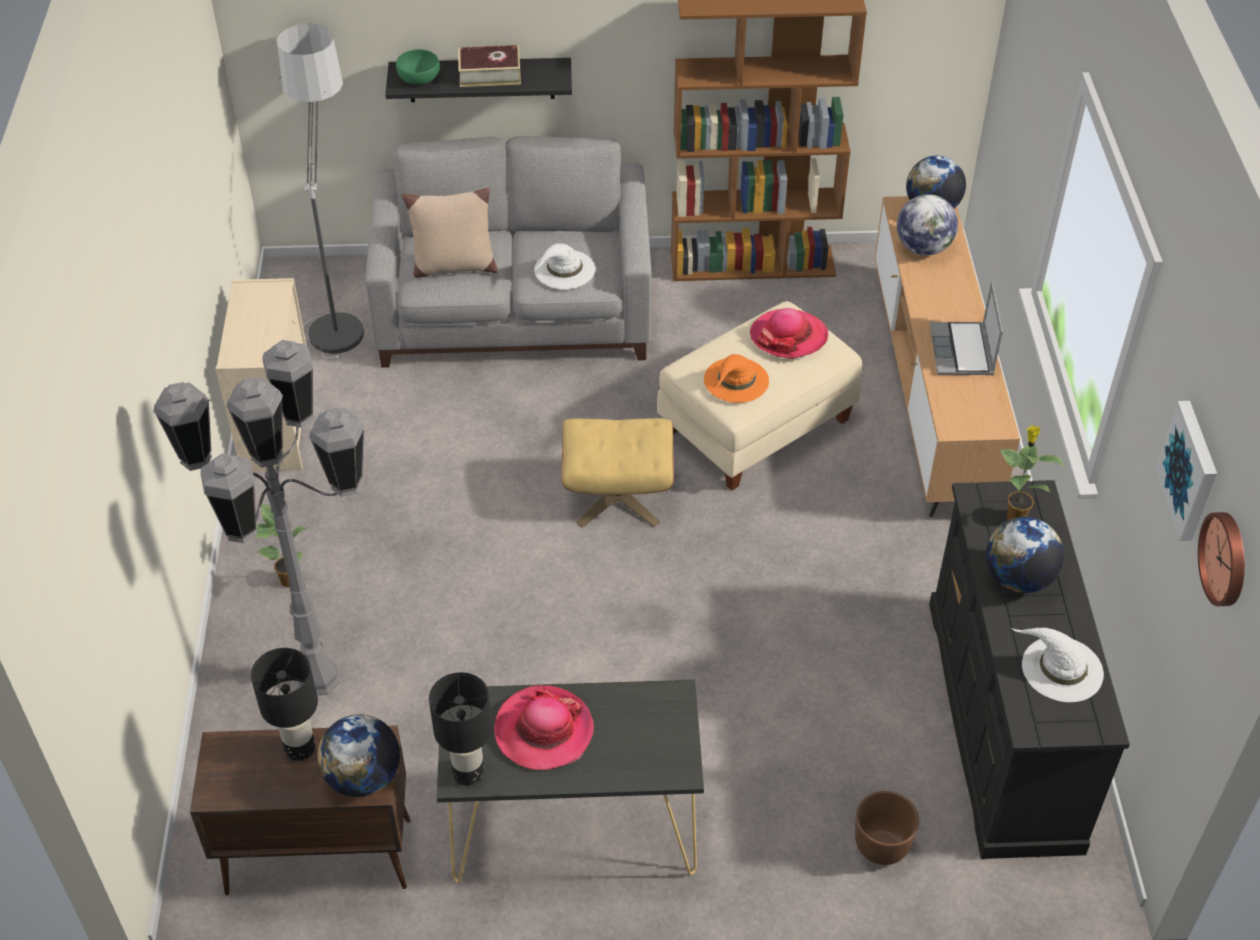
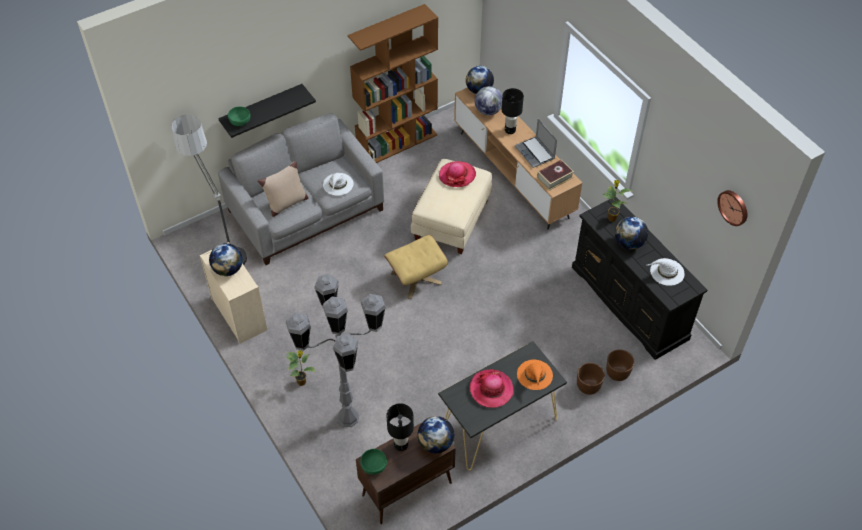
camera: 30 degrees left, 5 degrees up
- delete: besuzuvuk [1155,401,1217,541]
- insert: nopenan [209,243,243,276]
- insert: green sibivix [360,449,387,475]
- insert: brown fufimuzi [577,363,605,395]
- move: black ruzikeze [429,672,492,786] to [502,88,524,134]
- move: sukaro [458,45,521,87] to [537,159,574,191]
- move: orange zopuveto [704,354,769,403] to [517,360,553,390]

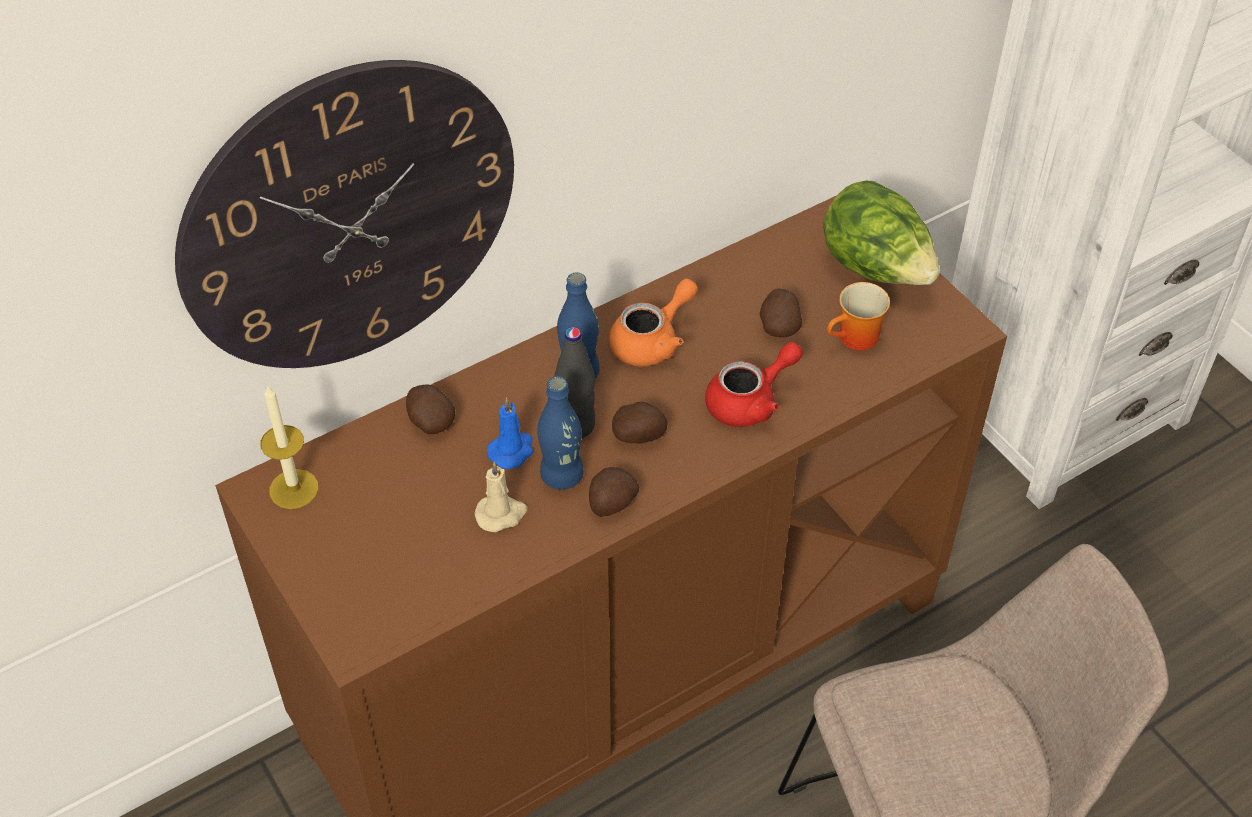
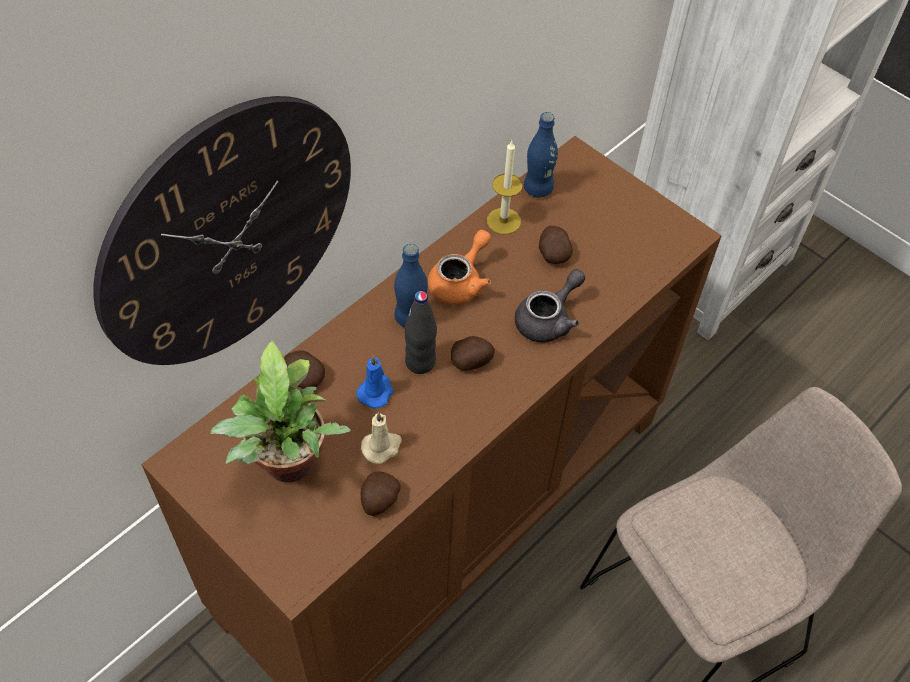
camera: 15 degrees left, 5 degrees up
- delete: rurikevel [823,181,940,285]
- delete: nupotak [827,282,890,351]
- insert: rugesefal [210,340,350,482]
- move: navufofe [260,384,319,509] to [487,141,523,234]
- move: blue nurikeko [537,376,584,490] to [524,112,558,198]
- move: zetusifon [589,467,639,517] to [361,472,401,516]
- recolor: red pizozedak [705,342,803,427] to grey pizozedak [515,269,585,343]

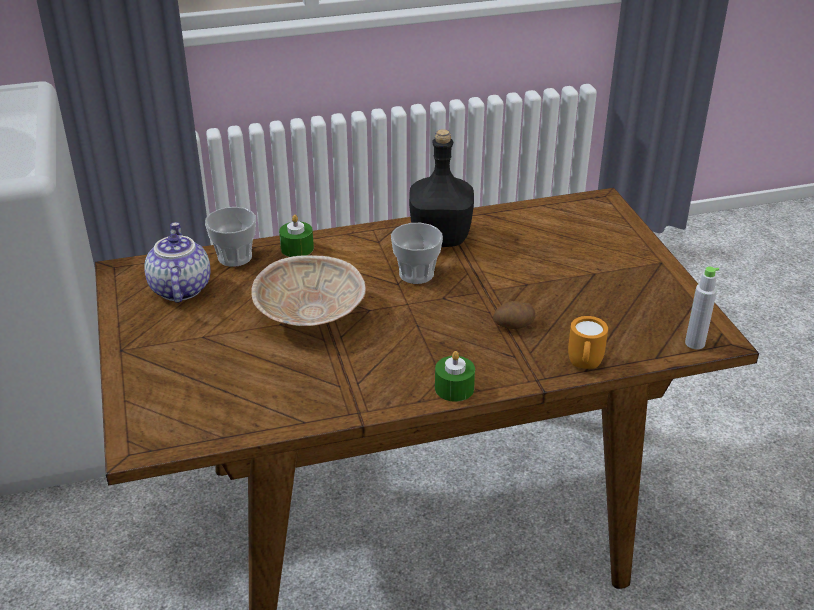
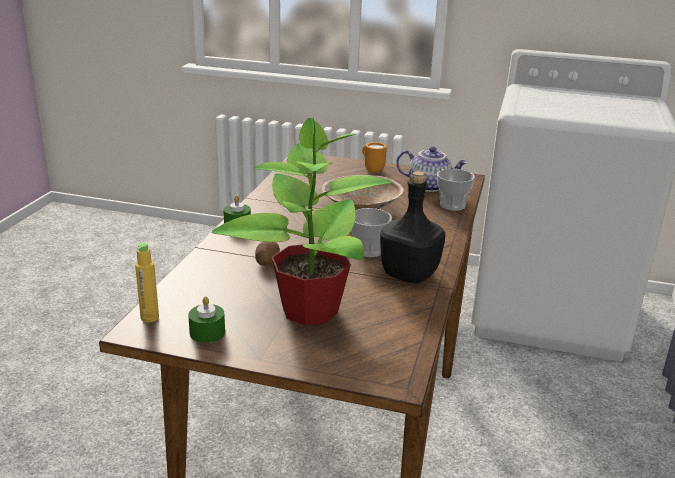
camera: 120 degrees right, 10 degrees down
- insert: rugesefal [212,118,392,325]
- move: green navufofe [279,214,314,257] to [188,297,225,343]
- move: orange nupotak [568,316,608,369] to [362,142,387,173]
- recolor: grey nurikeko [685,267,720,349] to yellow nurikeko [135,243,159,322]

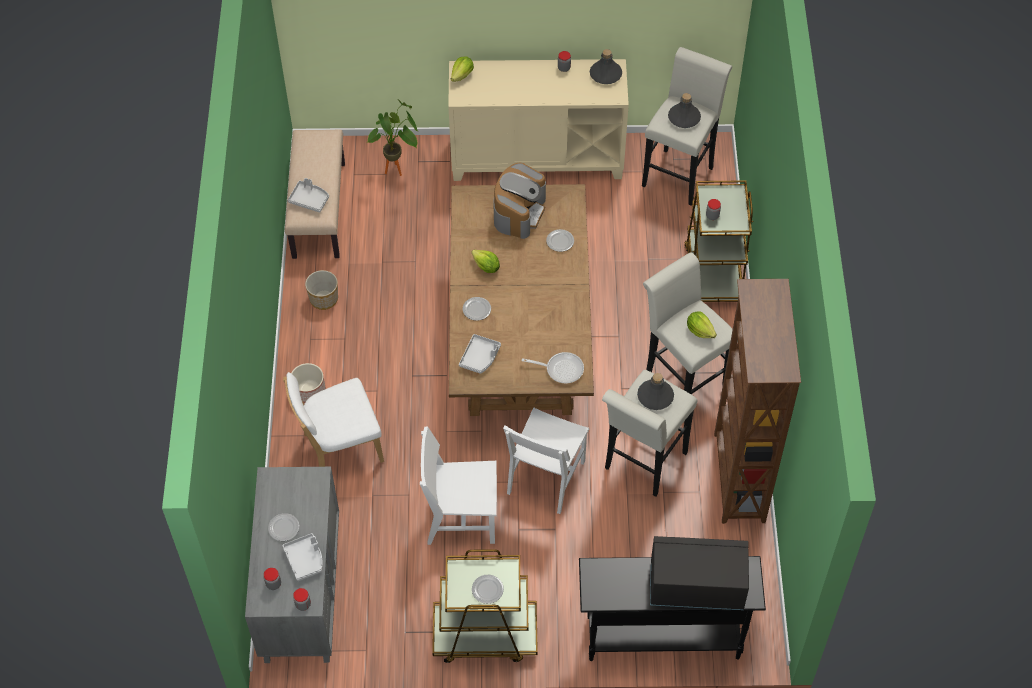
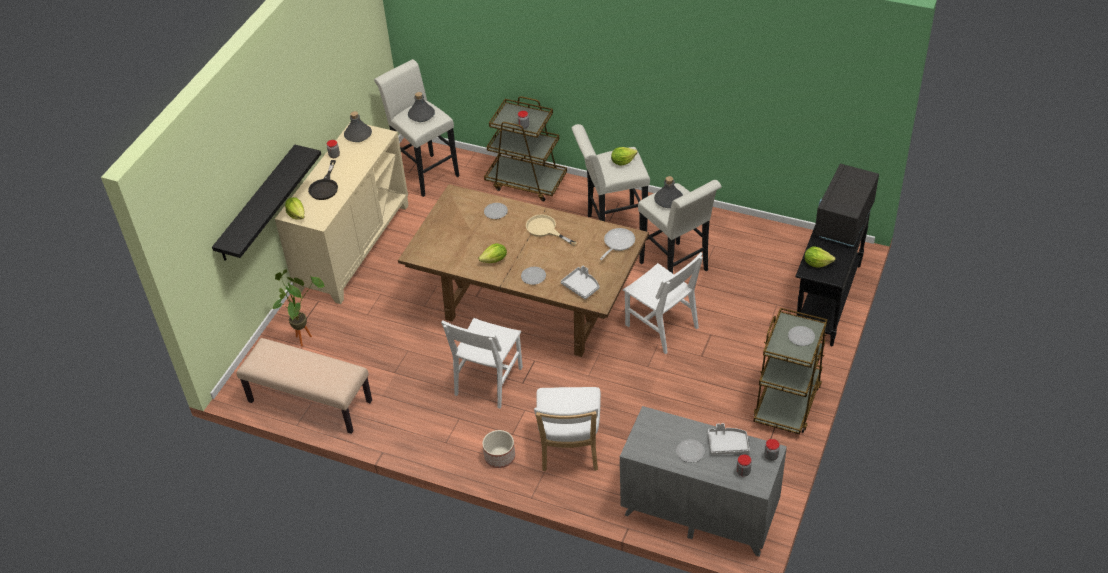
camera: 65 degrees left, 10 degrees down
- delete: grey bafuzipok [287,178,329,213]
- delete: fufimuzi [305,270,338,310]
- delete: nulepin [493,163,546,239]
- delete: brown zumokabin [714,279,801,524]
- insert: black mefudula [212,145,321,261]
- insert: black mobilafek [308,160,338,200]
- insert: beige mobilafek [526,214,577,246]
- insert: rurikevel [804,247,835,268]
- move: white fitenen [420,427,497,545] to [441,318,523,408]

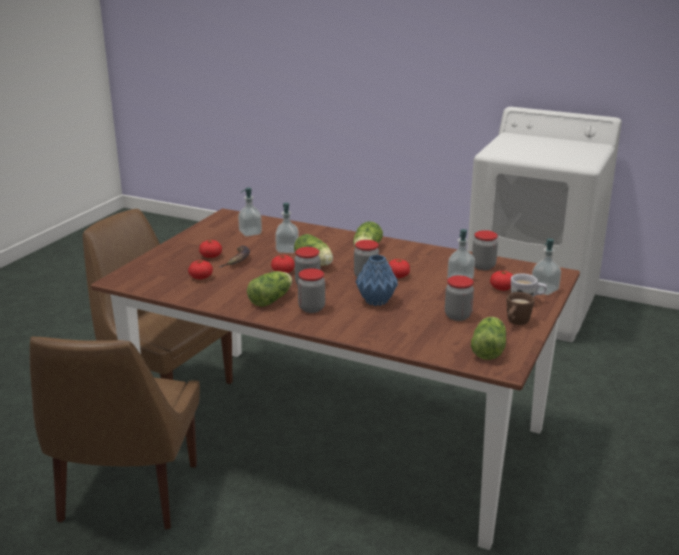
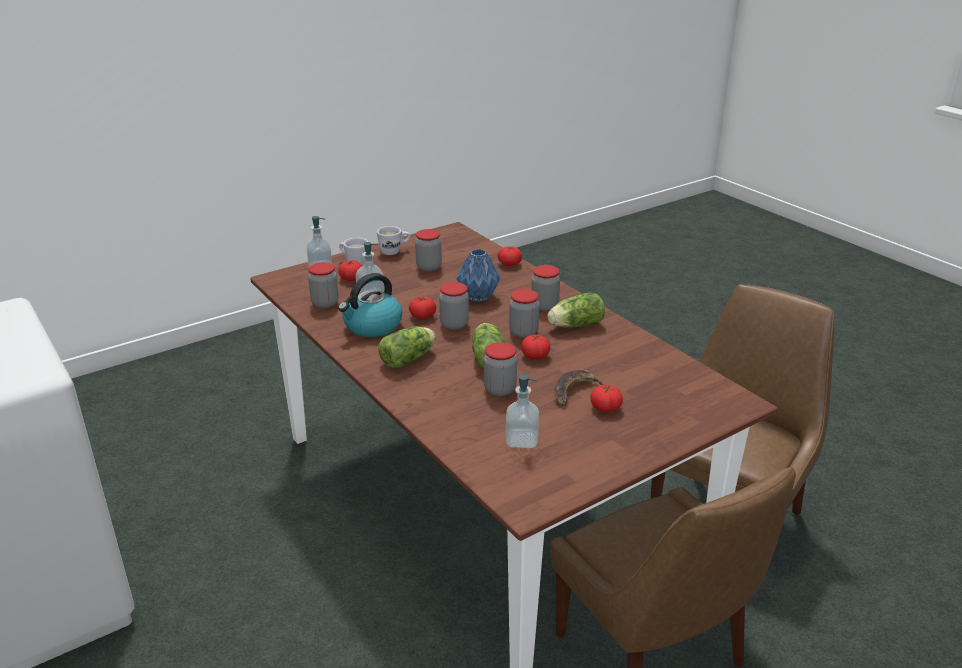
camera: 150 degrees left, 5 degrees up
- delete: rurikevel [471,317,506,360]
- insert: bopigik [338,273,402,337]
- move: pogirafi [188,260,213,279] to [498,246,522,266]
- replace: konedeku [275,203,299,253] to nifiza [484,342,517,396]
- recolor: brown nupotak [506,292,535,325] to white nupotak [377,226,410,255]

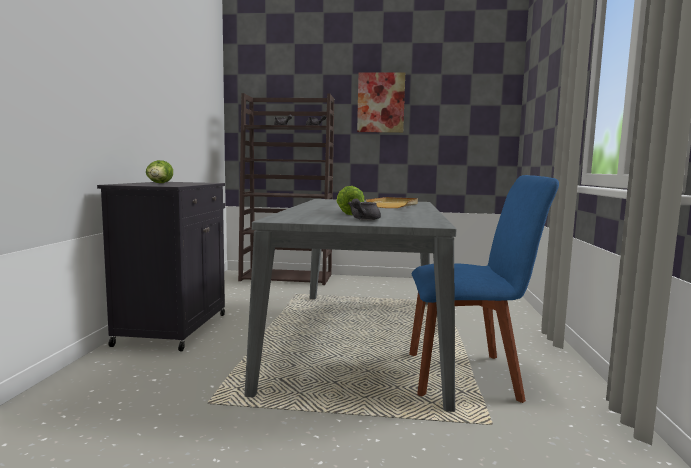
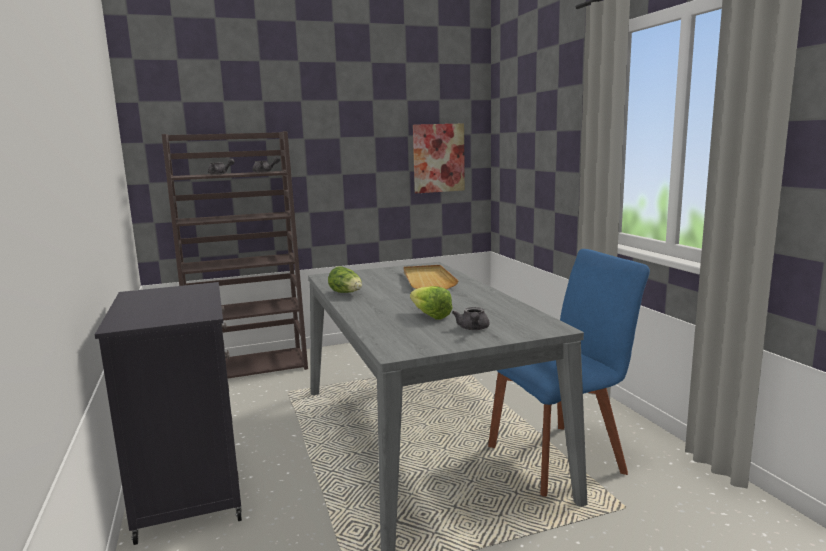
camera: 25 degrees left, 5 degrees up
- move: rurikevel [146,160,173,183] to [328,266,362,293]
- move: besuzuvuk [357,72,405,133] to [413,123,465,193]

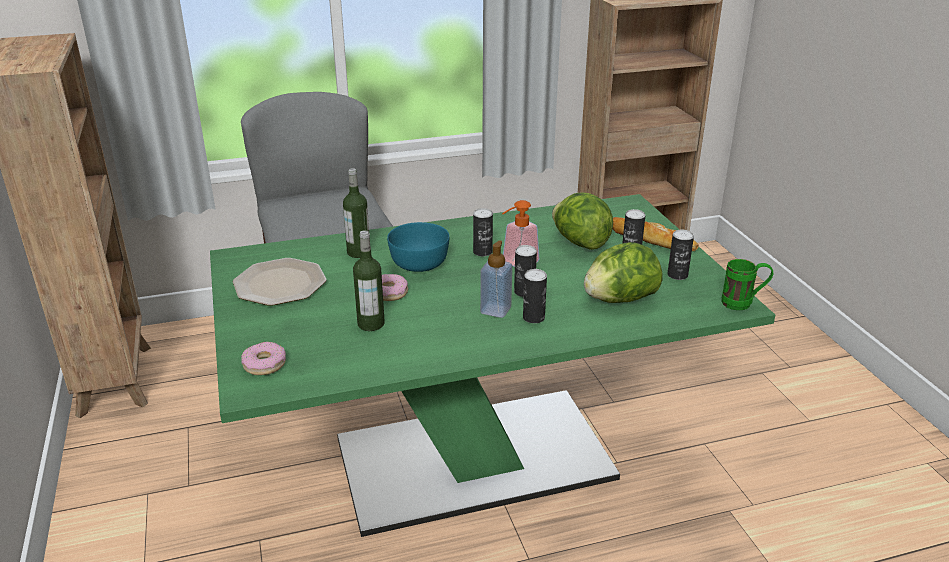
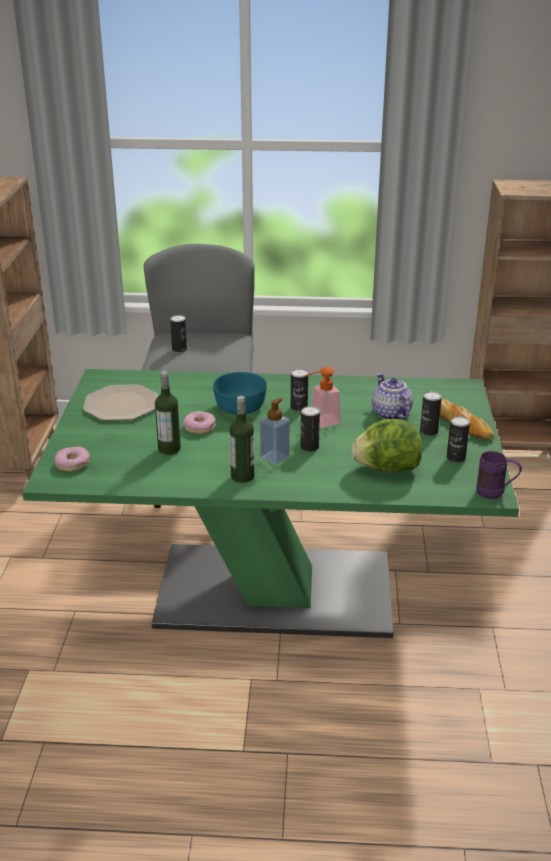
camera: 20 degrees right, 0 degrees up
- move: nurikeko [343,168,370,258] to [230,396,254,483]
- move: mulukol [523,269,547,323] to [170,315,187,352]
- replace: rurikevel [552,193,613,250] to pizozedak [372,373,413,419]
- recolor: green nupotak [721,259,773,310] to purple nupotak [476,451,522,499]

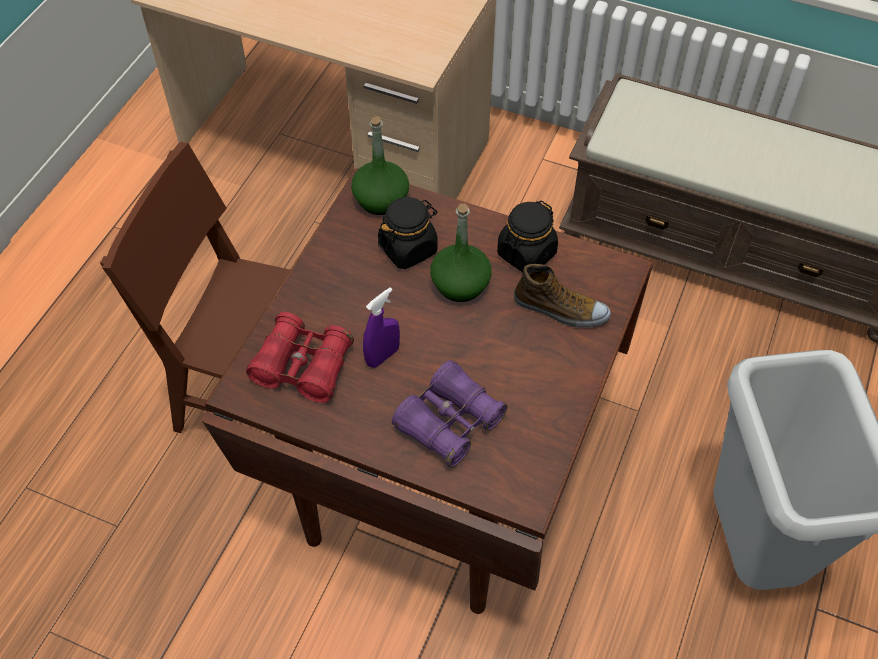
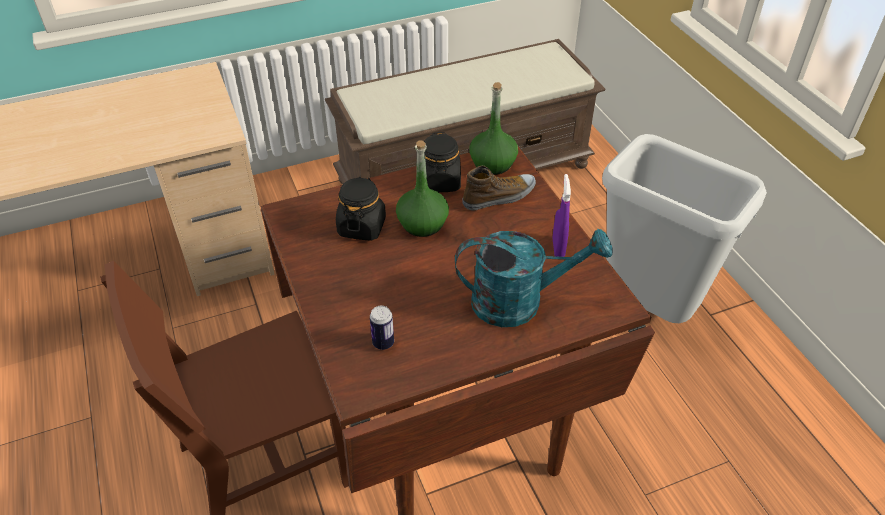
camera: 45 degrees left, 10 degrees down
- move: green nurikeko [351,116,409,215] to [469,82,518,175]
- move: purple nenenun [363,287,400,368] to [553,174,571,257]
- replace: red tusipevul [246,312,354,403] to mulukol [370,306,394,350]
- replace: purple tusipevul [392,360,508,468] to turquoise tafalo [455,229,613,327]

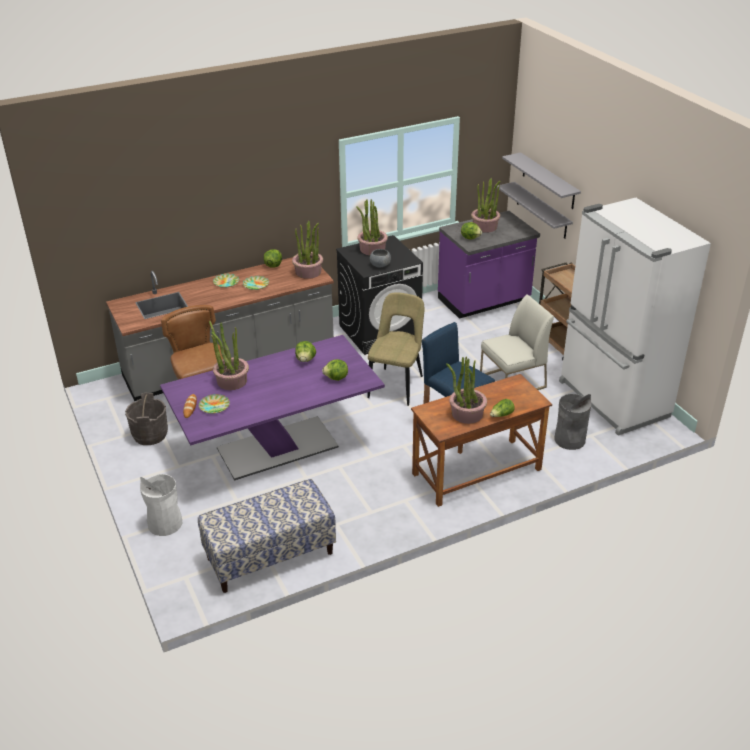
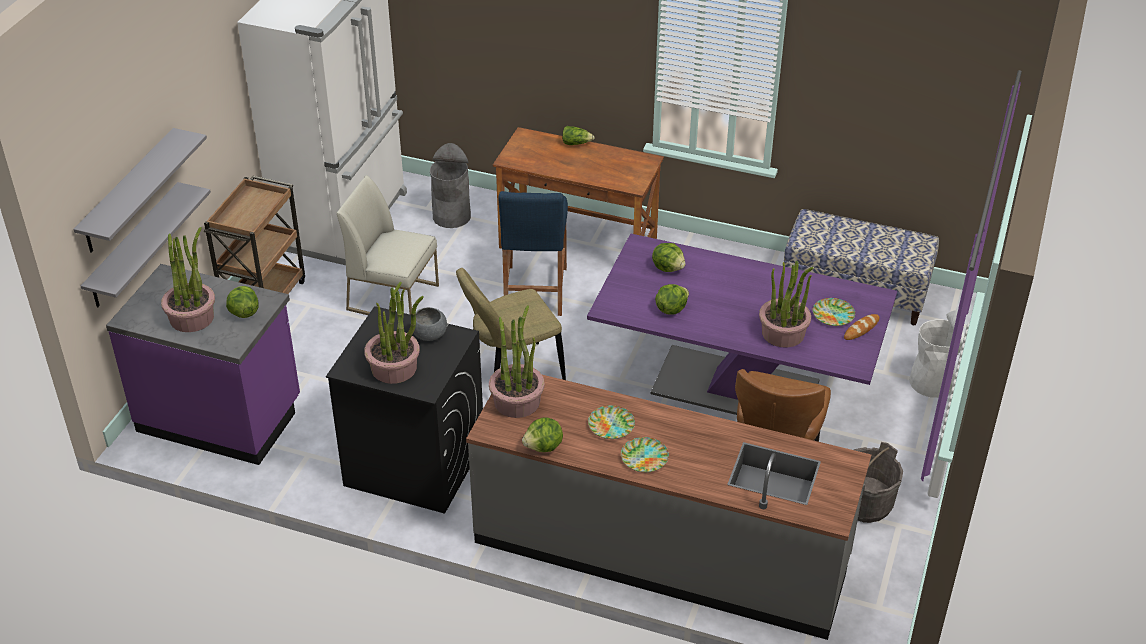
camera: 135 degrees left, 5 degrees up
- delete: rugesefal [446,356,487,424]

